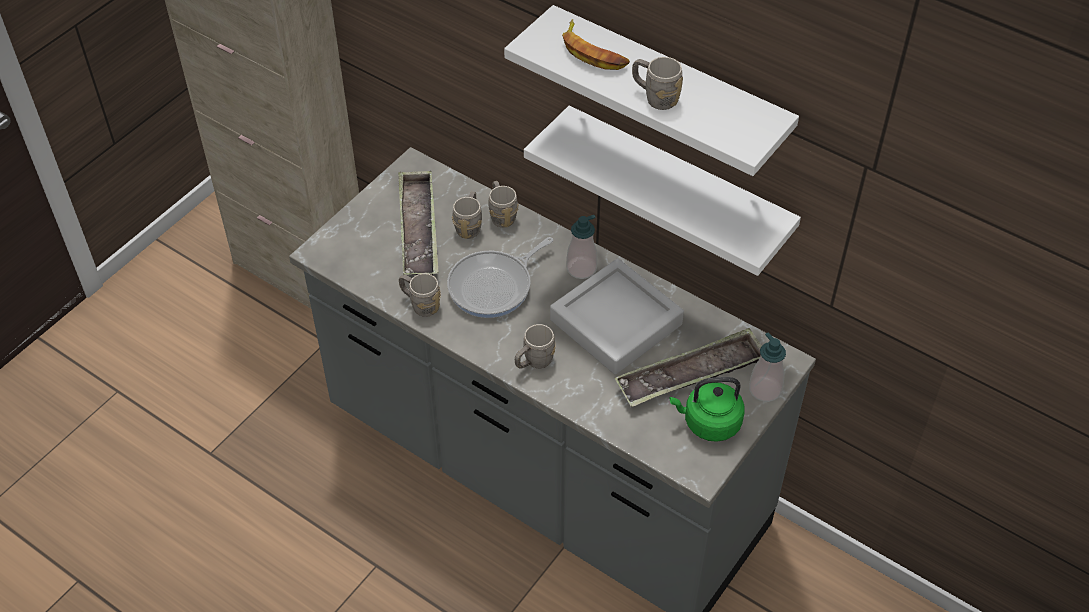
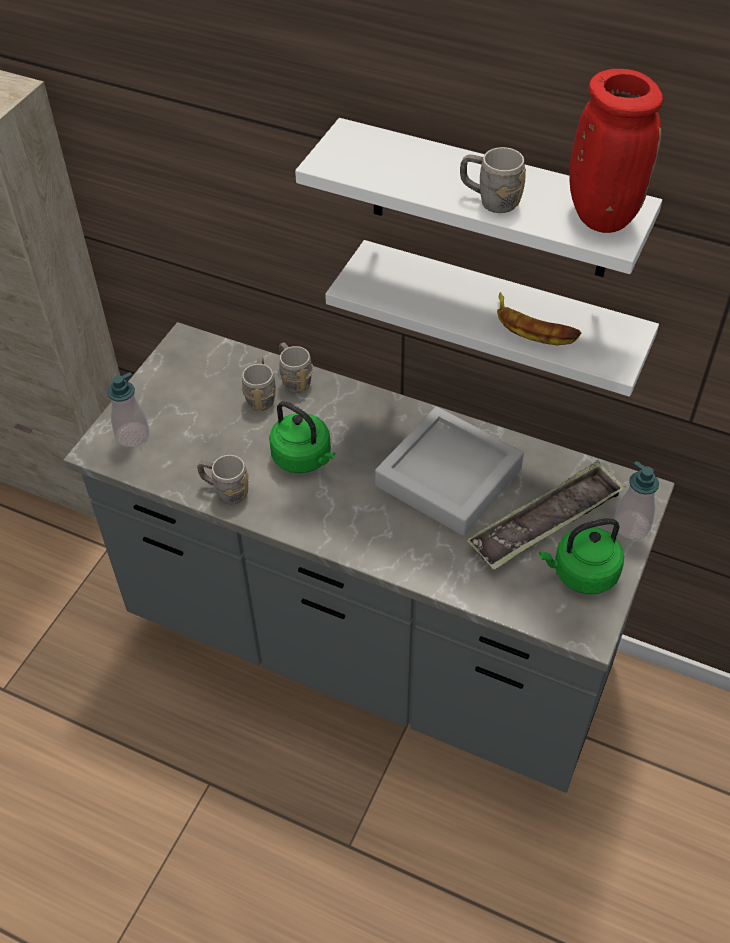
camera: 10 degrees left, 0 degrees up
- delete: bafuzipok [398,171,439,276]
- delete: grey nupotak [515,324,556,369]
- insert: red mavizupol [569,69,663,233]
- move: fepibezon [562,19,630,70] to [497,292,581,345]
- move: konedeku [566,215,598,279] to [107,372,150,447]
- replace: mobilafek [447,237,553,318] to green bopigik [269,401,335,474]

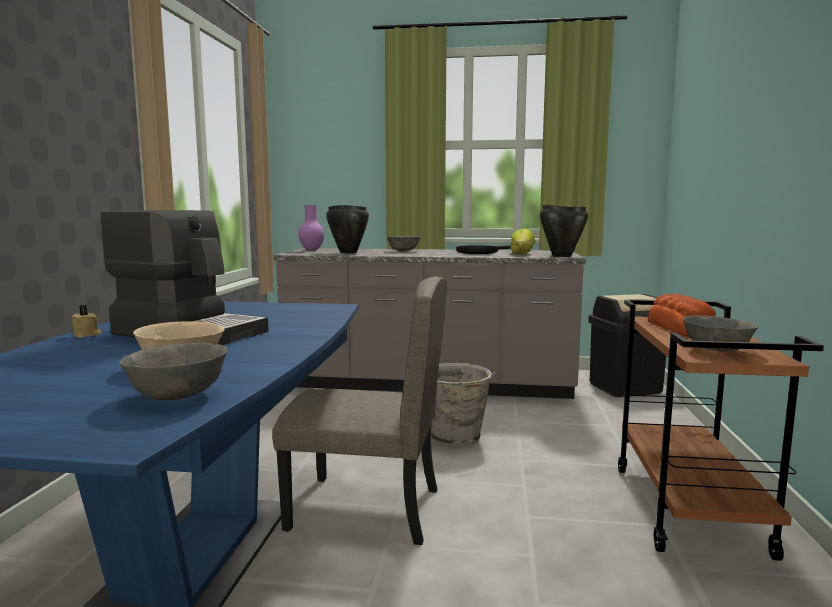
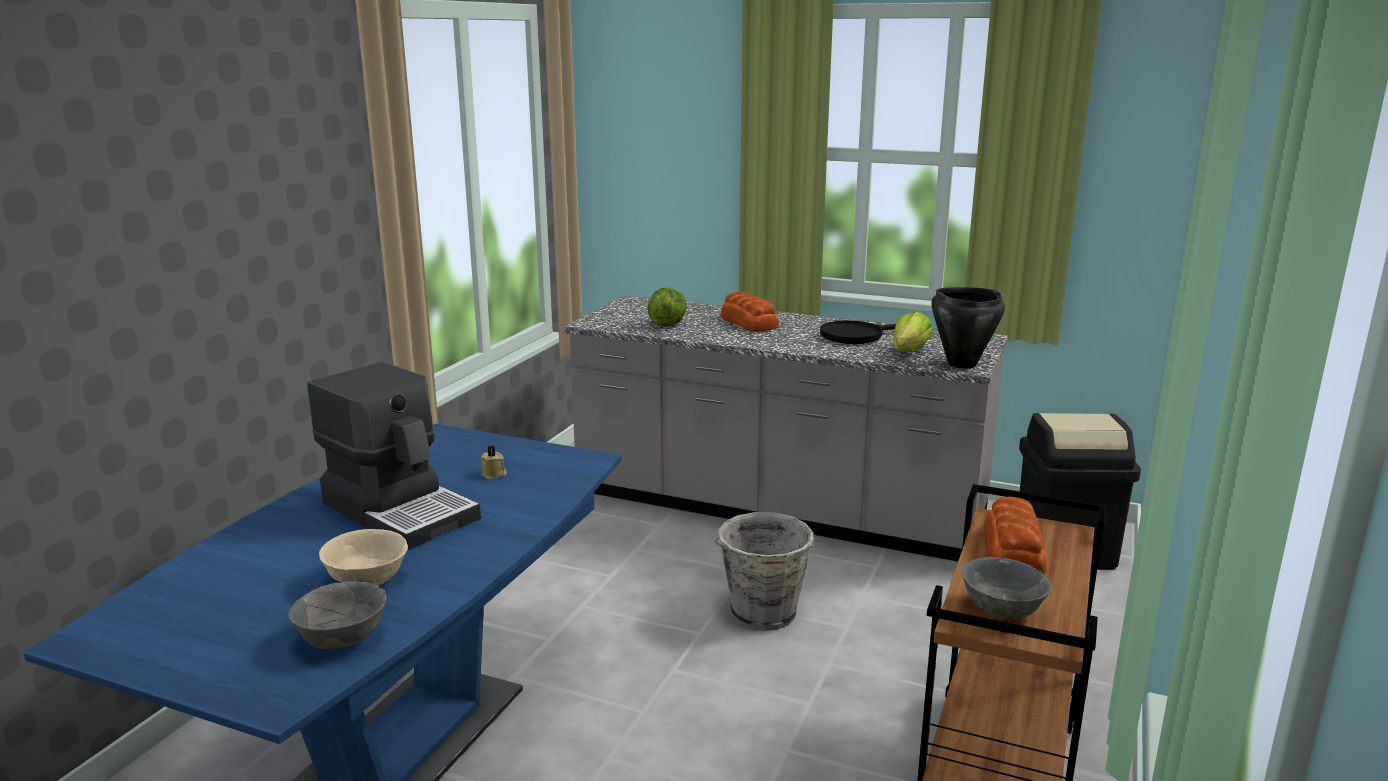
camera: 15 degrees right, 10 degrees up
- delete: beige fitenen [272,276,447,545]
- delete: purple mavizupol [298,205,324,251]
- move: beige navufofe [72,305,101,338] to [481,446,507,479]
- replace: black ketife [326,205,369,253] to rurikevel [647,287,687,327]
- replace: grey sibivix [387,236,421,252] to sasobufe [721,292,779,332]

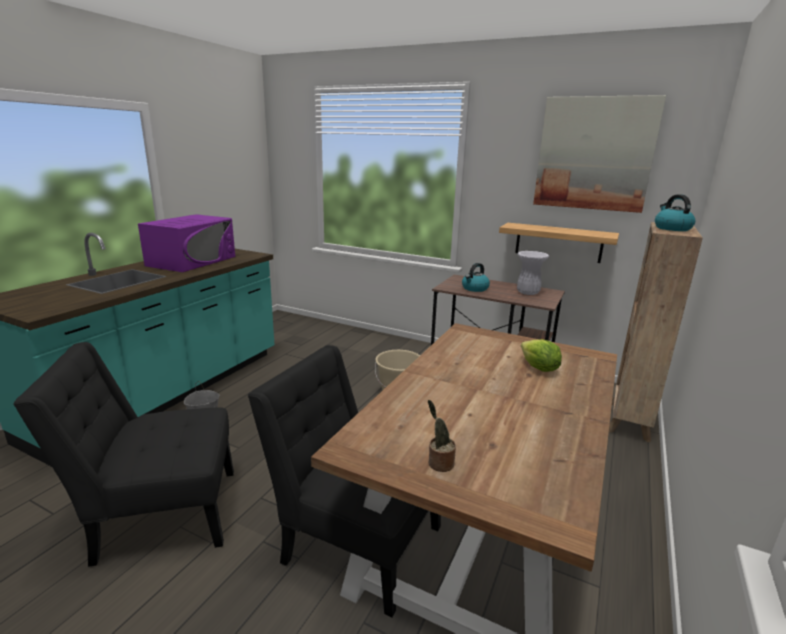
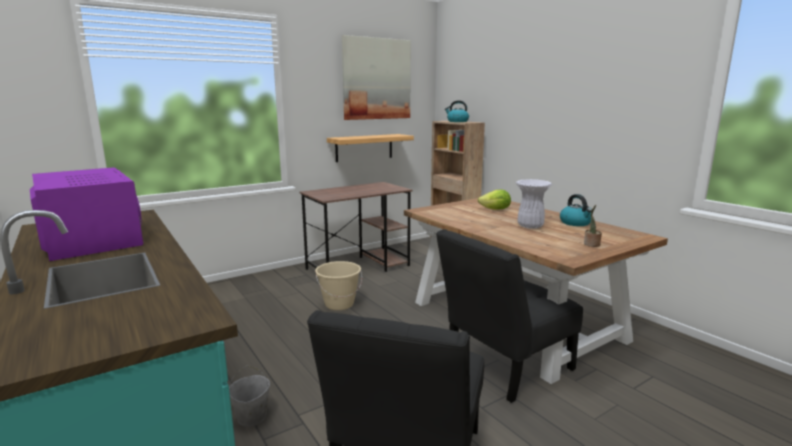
camera: 60 degrees left, 5 degrees down
- move: bopigik [462,263,490,292] to [560,194,593,226]
- move: white mavizupol [517,251,549,295] to [516,179,552,229]

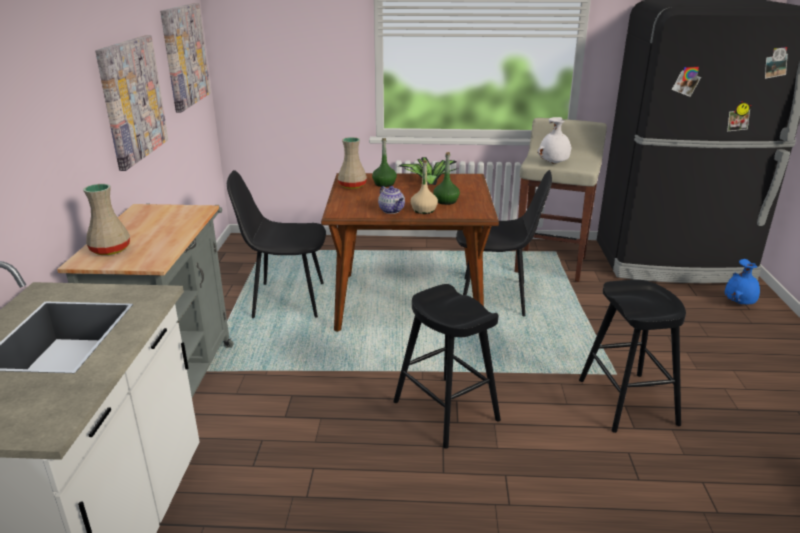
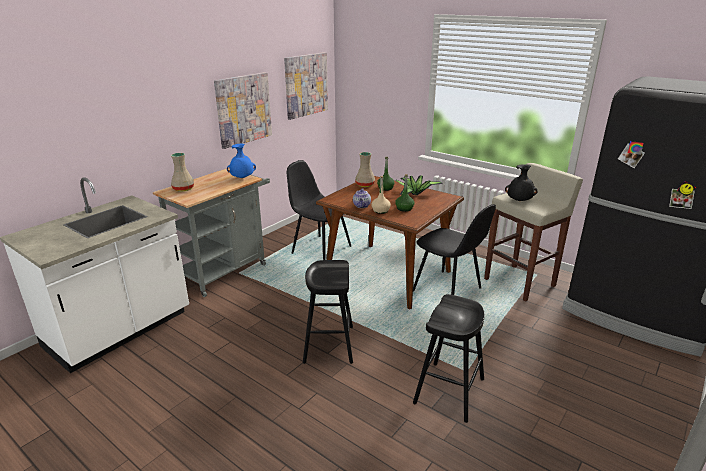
camera: 35 degrees right, 0 degrees up
- move: blue mavizupol [725,259,760,304] to [227,144,256,178]
- recolor: white mavizupol [538,117,571,164] to black mavizupol [505,164,537,201]

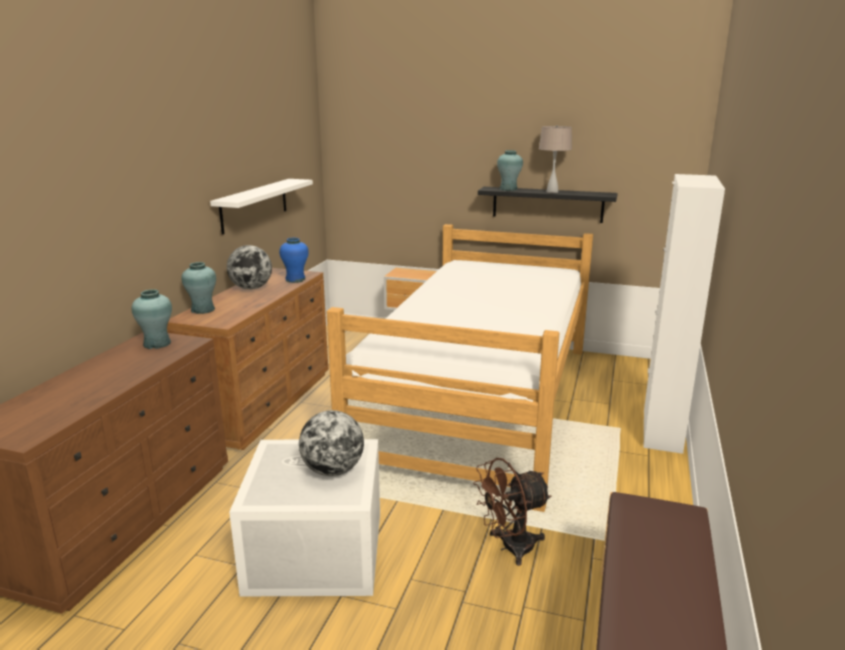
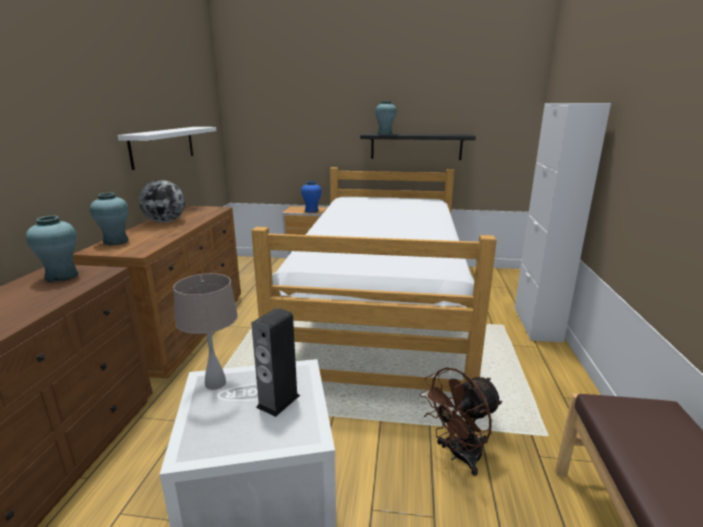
camera: 10 degrees left, 0 degrees up
- move: blue mavizupol [279,238,309,283] to [301,181,322,213]
- move: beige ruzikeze [539,125,572,193] to [173,273,238,390]
- replace: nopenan [299,410,364,476] to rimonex [251,308,300,417]

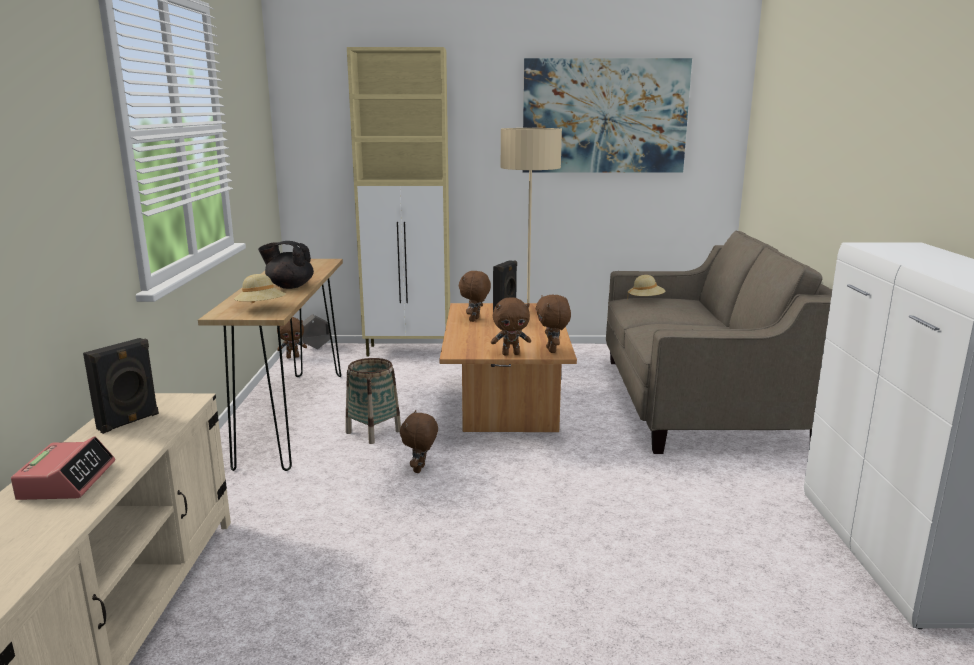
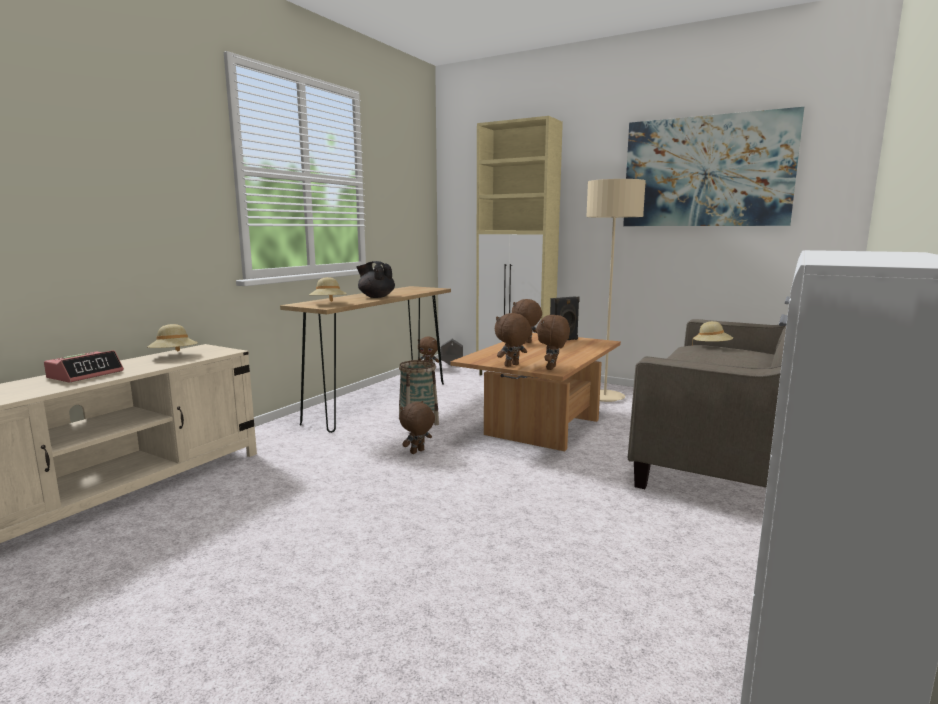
camera: 30 degrees right, 5 degrees down
- replace: black rimonex [83,338,159,434] to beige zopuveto [147,324,198,352]
- rotate: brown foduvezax [491,297,531,355] = [495,313,531,367] 120 degrees clockwise

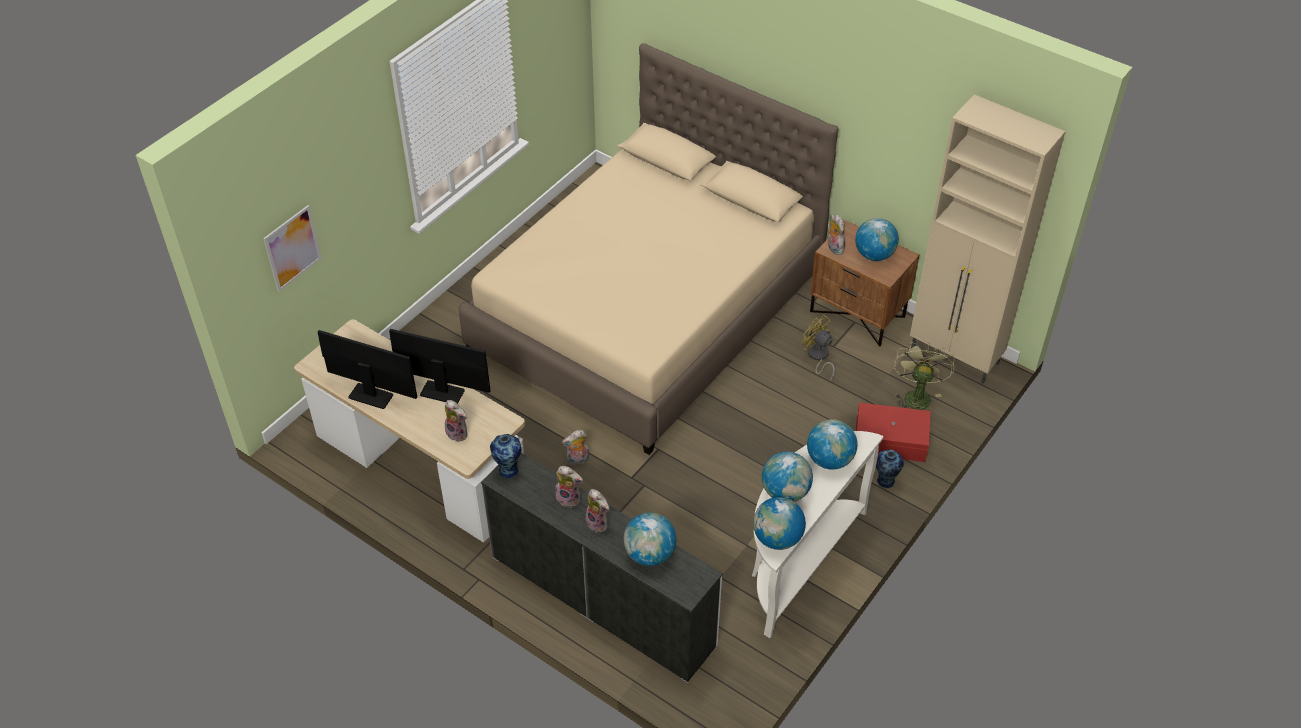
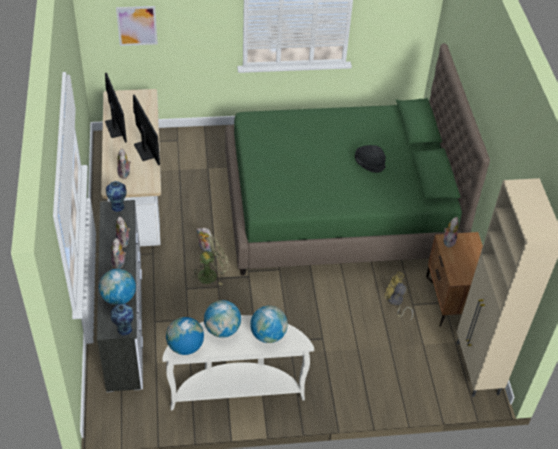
camera: 45 degrees right, 0 degrees up
- delete: nopenan [855,218,899,261]
- delete: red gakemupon [856,403,931,462]
- insert: black zopuveto [355,145,386,173]
- move: mavizupol [876,449,904,488] to [110,303,133,336]
- move: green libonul [894,343,954,410] to [191,233,230,285]
- recolor: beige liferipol [459,43,838,455] to green liferipol [225,43,490,275]
- rotate: yellow libonul [802,315,835,381] = [385,272,413,321] 60 degrees counterclockwise

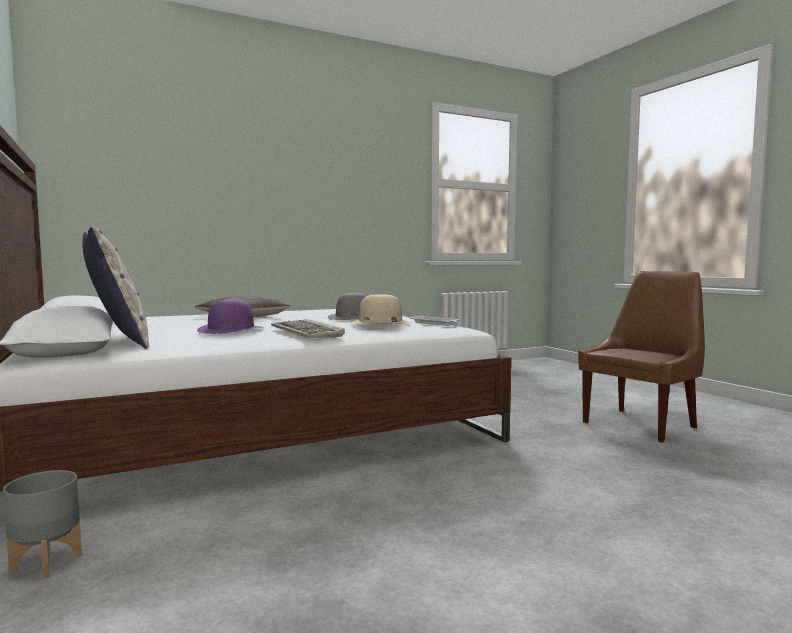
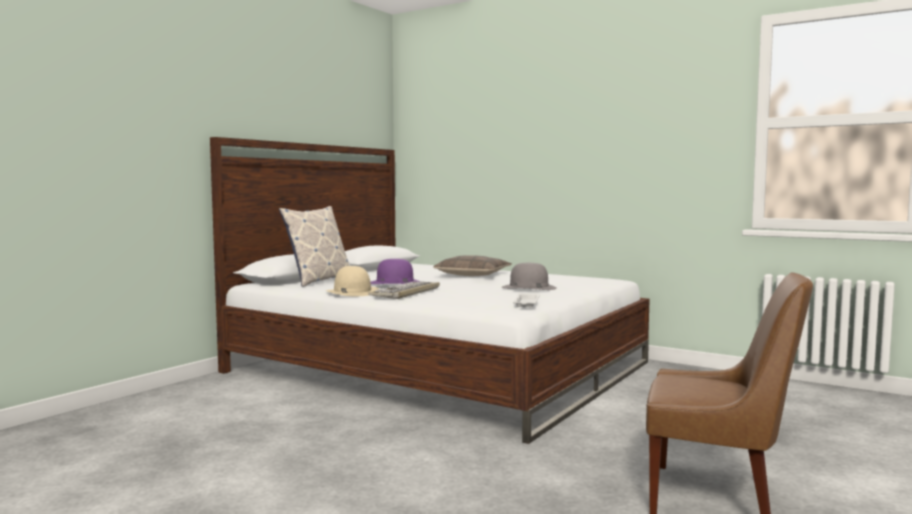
camera: 60 degrees right, 0 degrees up
- delete: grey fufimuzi [3,470,82,579]
- move: beige zopuveto [350,294,412,324] to [326,266,379,296]

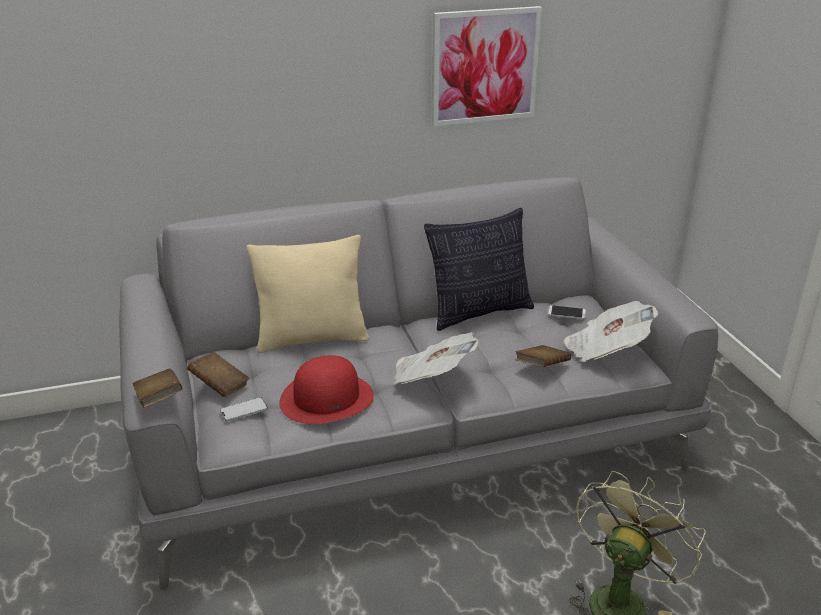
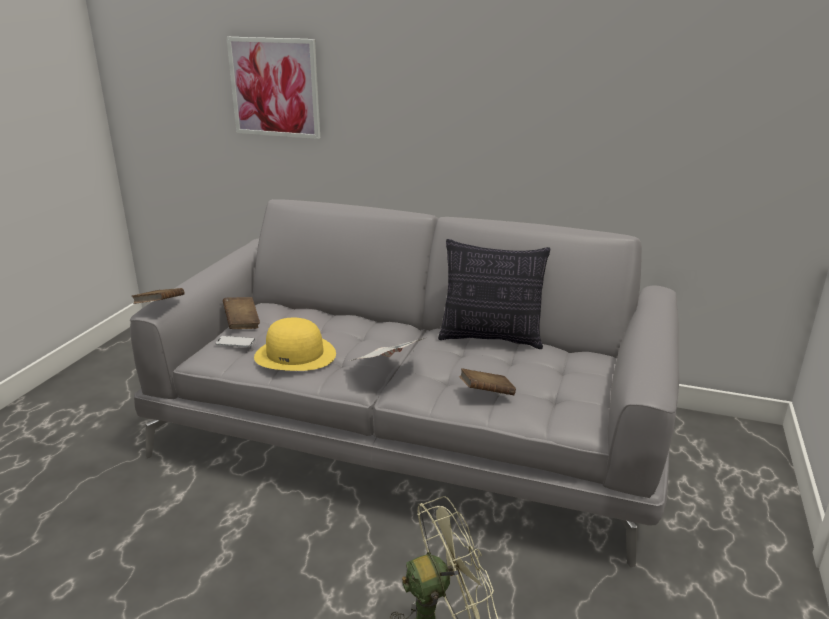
camera: 35 degrees right, 5 degrees down
- delete: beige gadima [247,235,369,353]
- delete: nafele [548,305,586,319]
- delete: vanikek [564,301,658,362]
- move: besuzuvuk [432,6,542,126] to [226,37,320,139]
- recolor: red zopuveto [279,355,374,424] to yellow zopuveto [254,318,336,371]

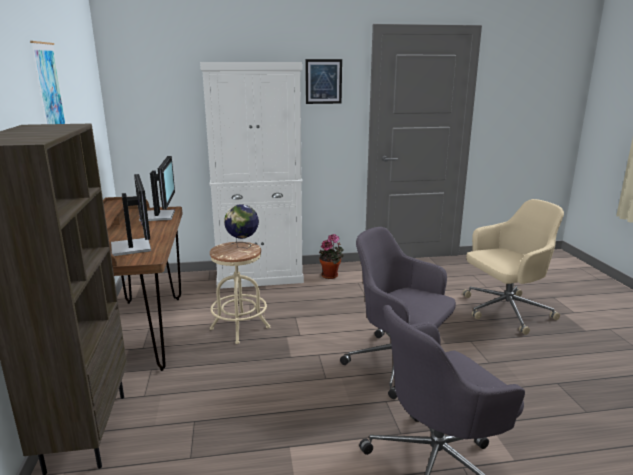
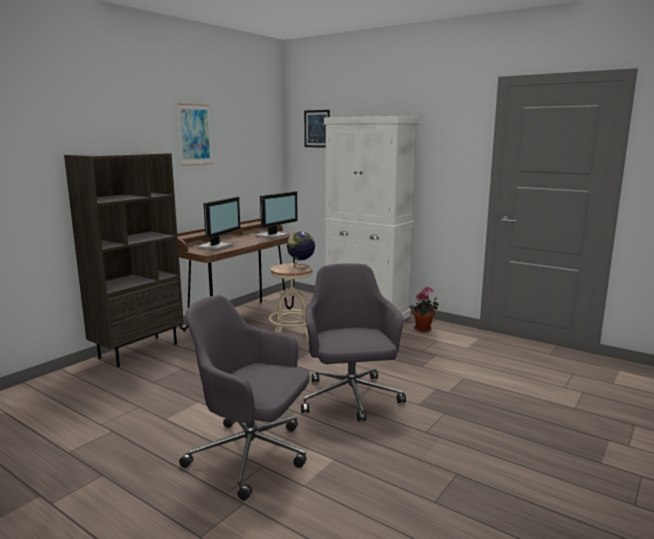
camera: 45 degrees right, 5 degrees down
- delete: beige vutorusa [462,199,564,335]
- move: besuzuvuk [305,59,342,104] to [304,110,330,148]

